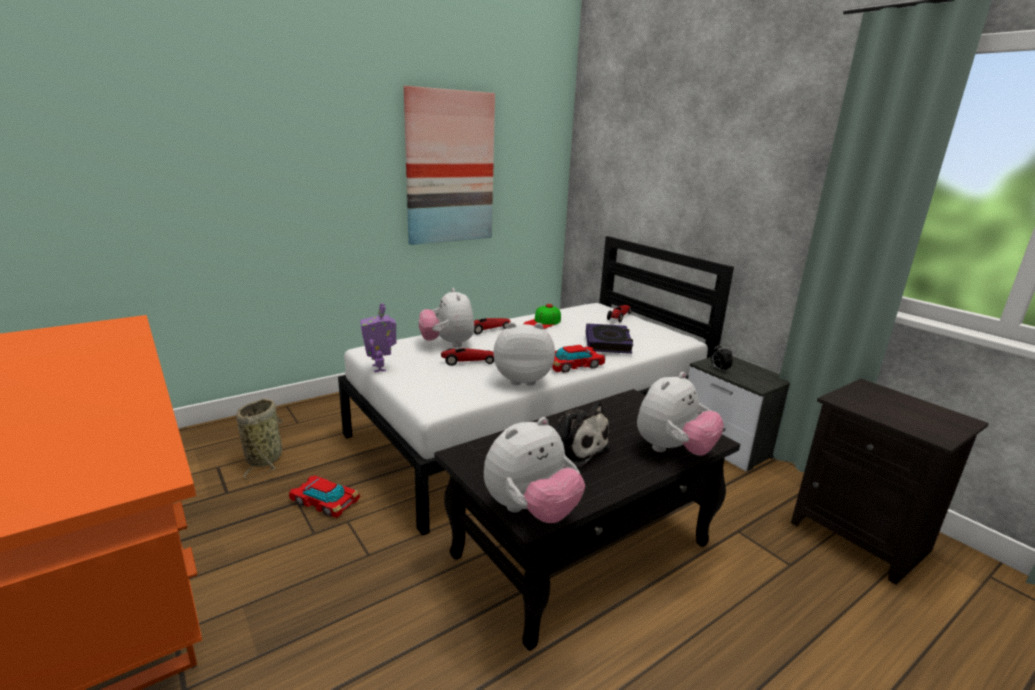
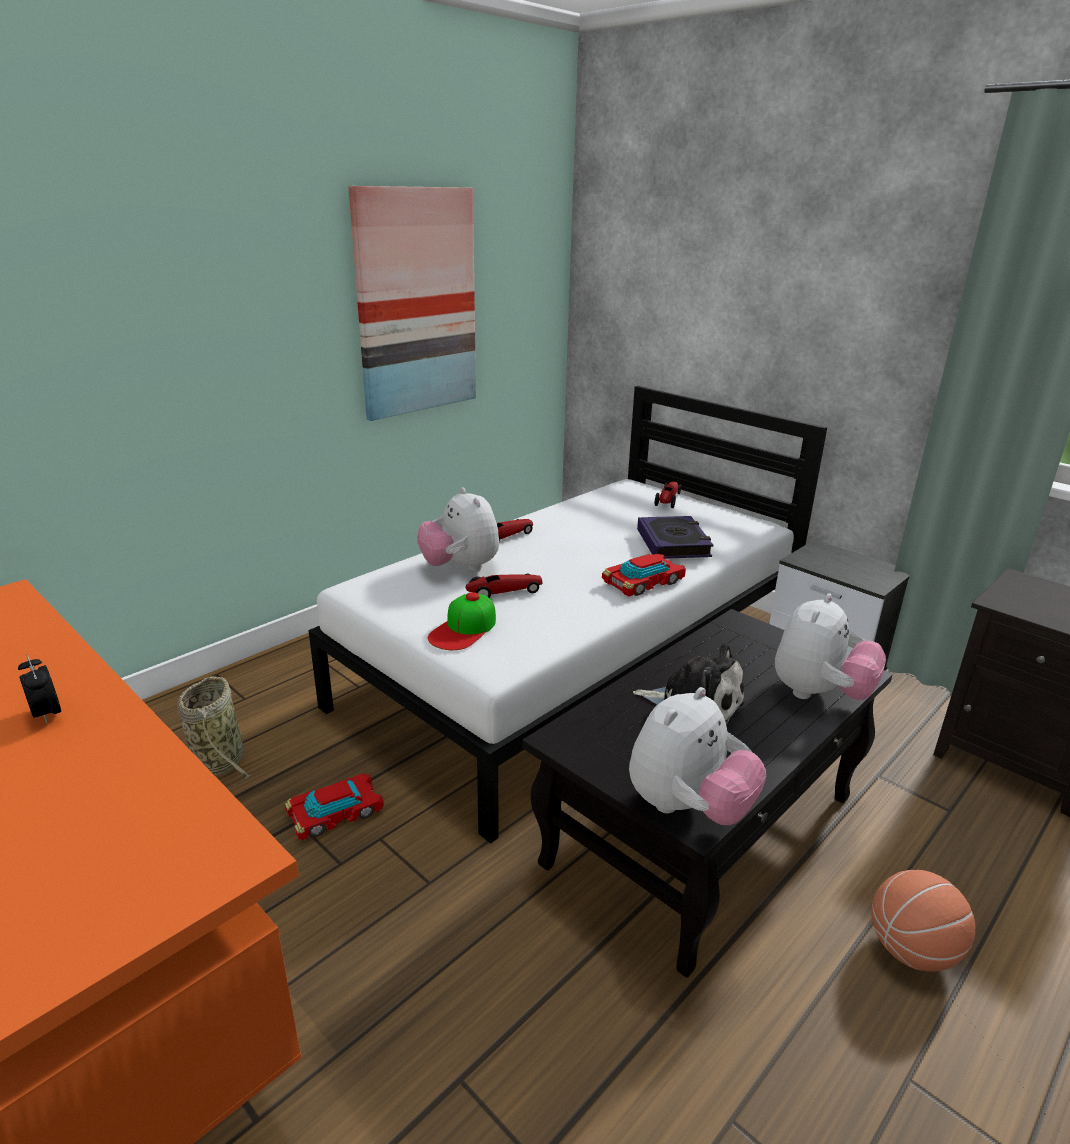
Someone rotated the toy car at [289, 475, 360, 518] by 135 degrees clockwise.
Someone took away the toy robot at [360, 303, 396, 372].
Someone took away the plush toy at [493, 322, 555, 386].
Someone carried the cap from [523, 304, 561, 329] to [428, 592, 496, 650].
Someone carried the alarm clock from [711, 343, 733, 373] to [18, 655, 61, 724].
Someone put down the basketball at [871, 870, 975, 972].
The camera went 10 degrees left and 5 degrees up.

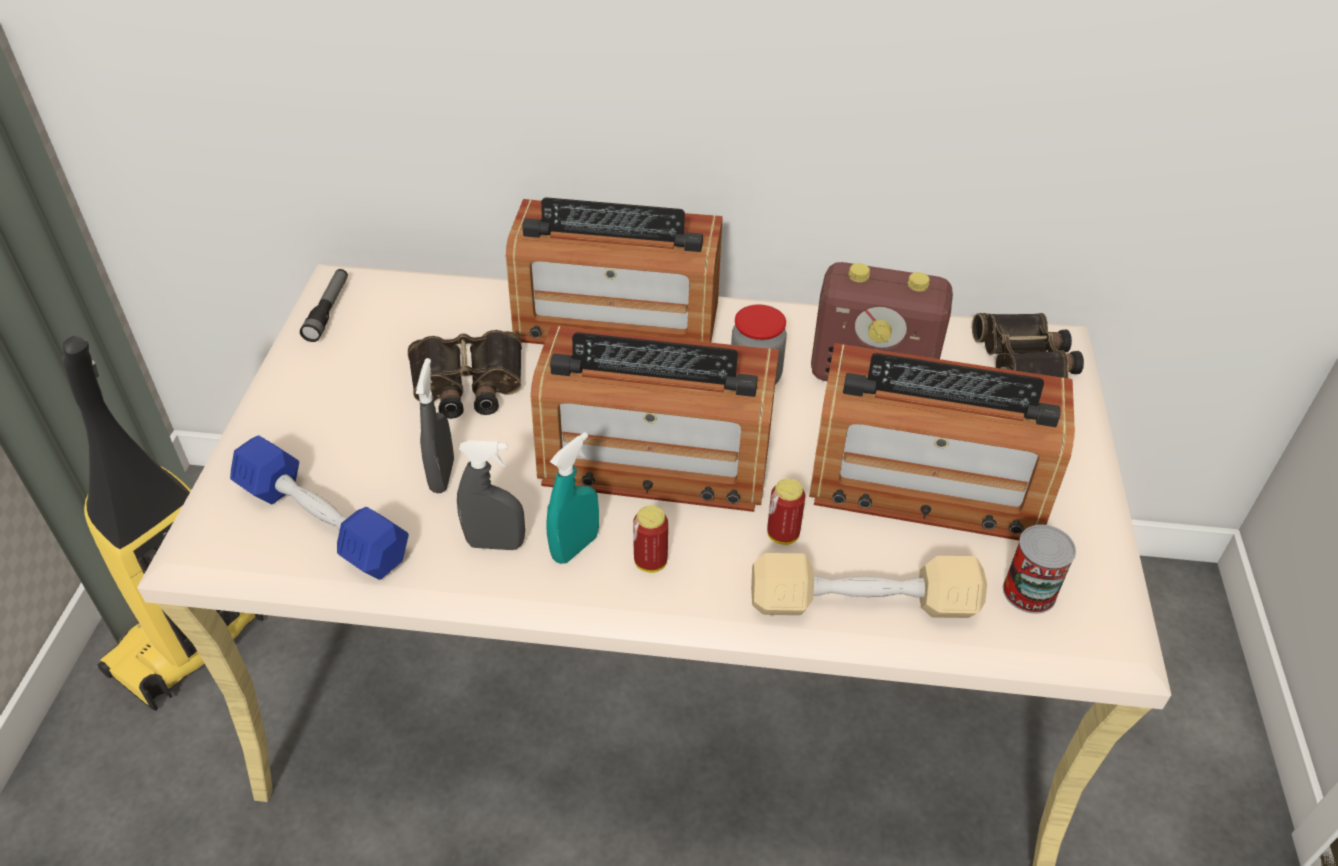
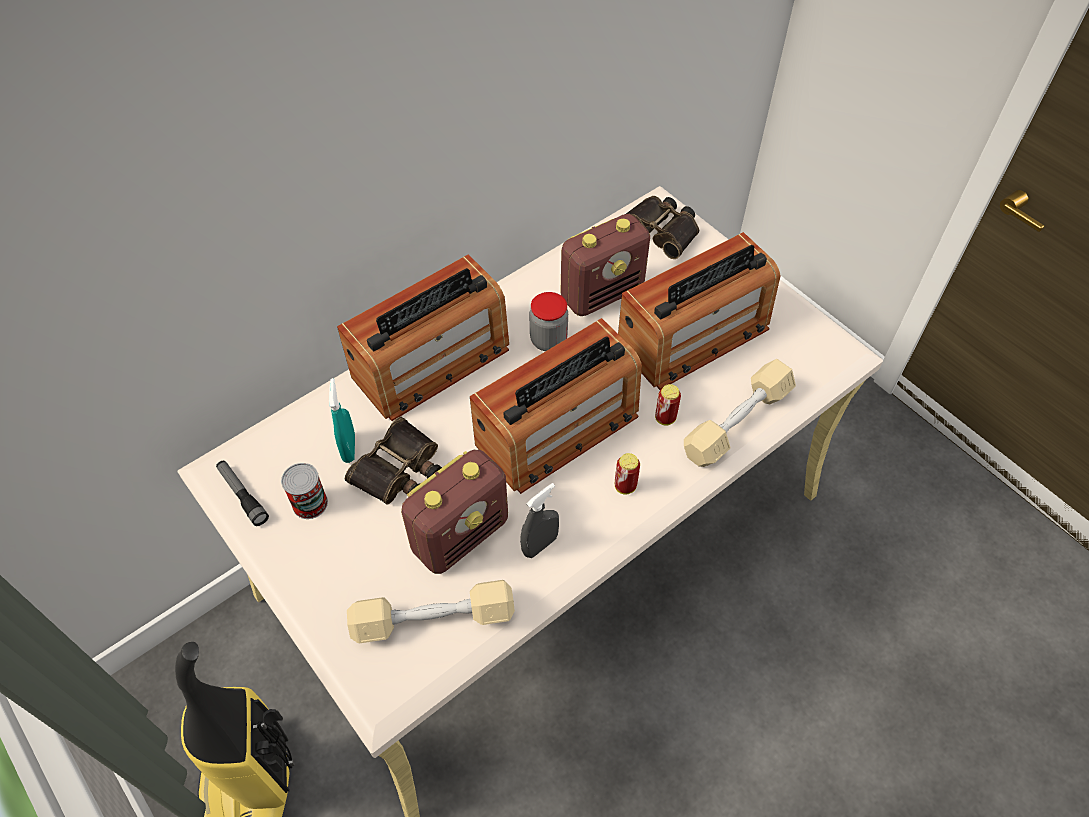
Someone repainted the blue dumbbell at [230, 435, 409, 580], which became the beige dumbbell at [347, 580, 515, 643].
Someone swapped the grey spray bottle at [416, 358, 454, 493] for the radio at [401, 450, 508, 574].
Someone carried the turquoise spray bottle from [546, 432, 599, 564] to [329, 378, 355, 463].
Someone carried the can from [1003, 525, 1076, 614] to [281, 463, 328, 519].
The camera went 45 degrees left and 10 degrees up.

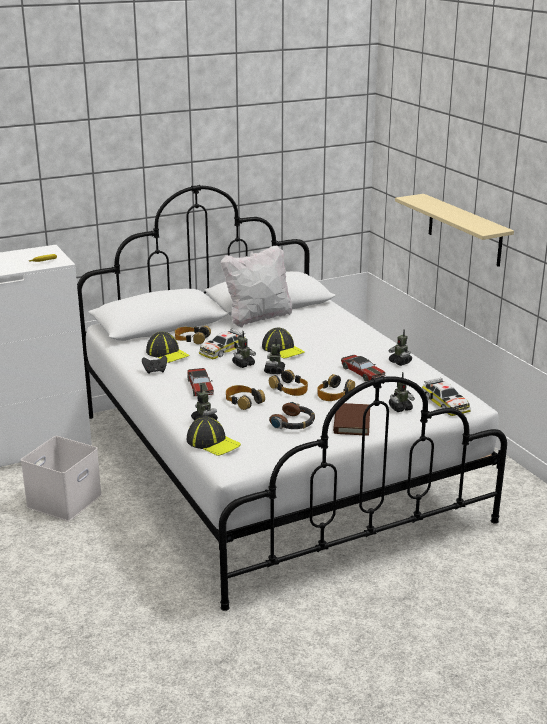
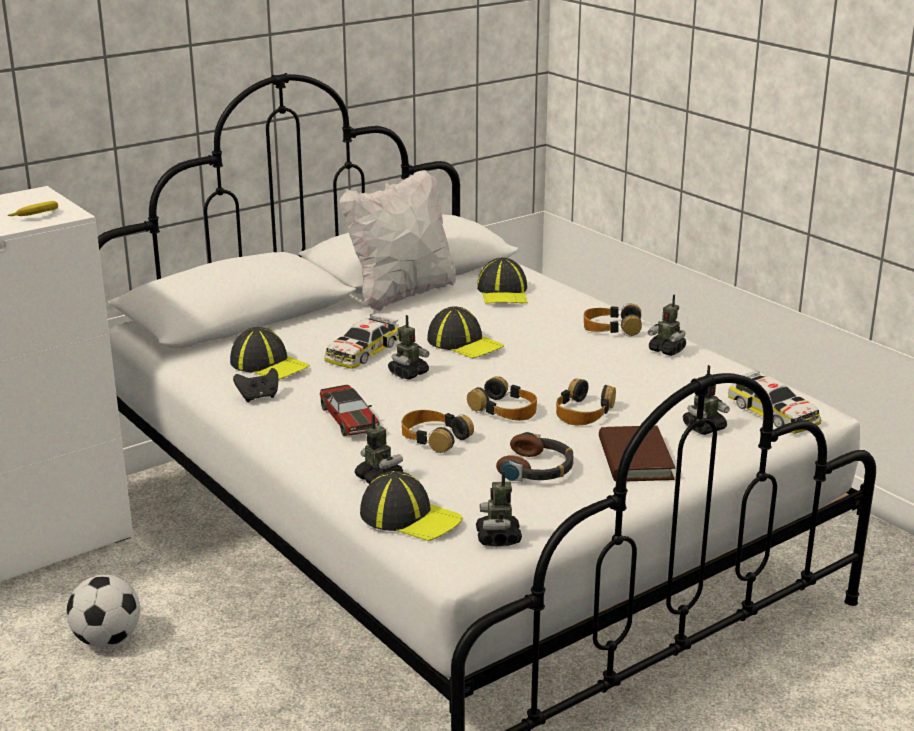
Someone swapped the white storage box at [21, 436, 102, 521] for the football at [66, 575, 140, 647].
Someone carried the headphones from [175, 325, 211, 345] to [584, 303, 642, 336].
Someone carried the toy robot from [264, 339, 285, 374] to [476, 471, 522, 546].
Someone took away the toy car at [341, 355, 385, 381].
Someone took away the beige shelf at [395, 194, 514, 267].
Someone put down the cap at [477, 258, 528, 304].
The camera went 10 degrees left and 0 degrees up.

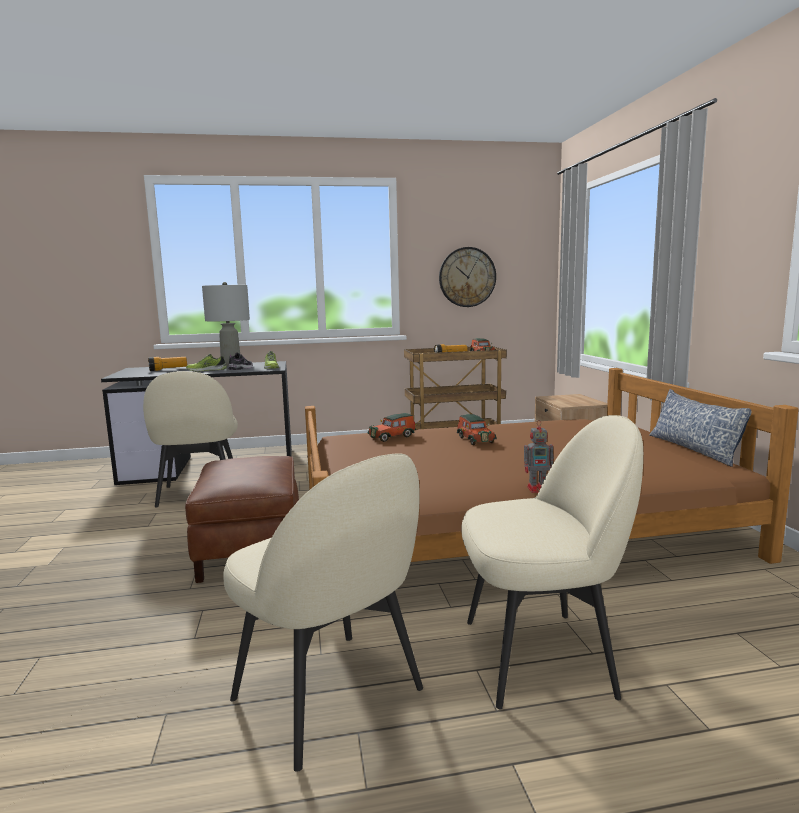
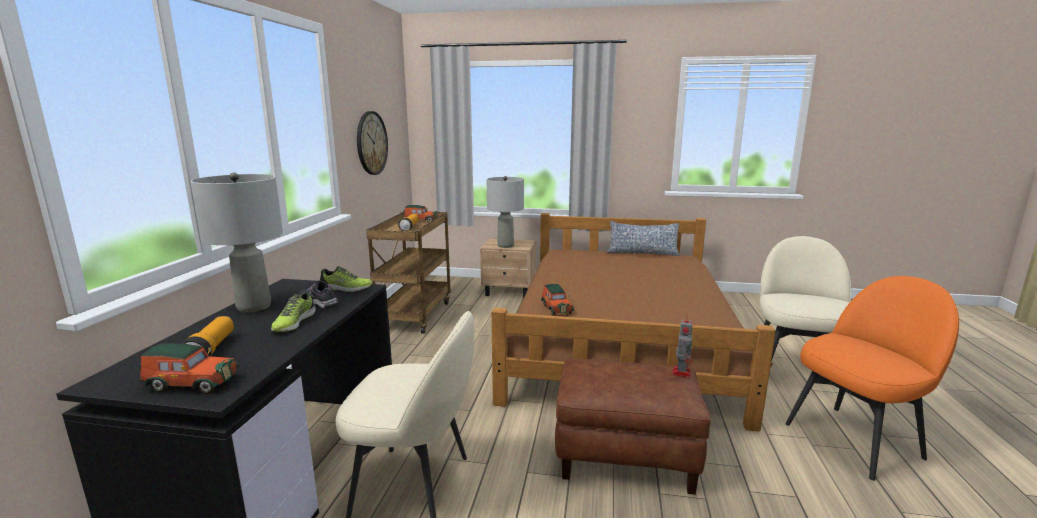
Someone repainted the beige chair at [223, 453, 423, 772], which became the orange chair at [785, 276, 959, 481].
Someone carried the toy car from [457, 414, 497, 445] to [139, 343, 240, 394].
Someone carried the toy robot from [524, 420, 554, 493] to [672, 314, 693, 378].
Someone put down the grey table lamp at [487, 176, 524, 248].
The camera went 70 degrees left and 5 degrees up.

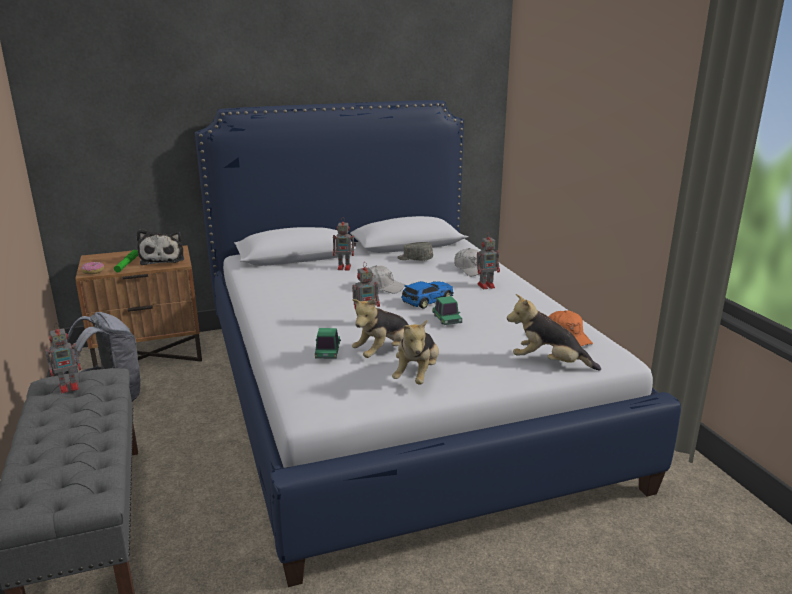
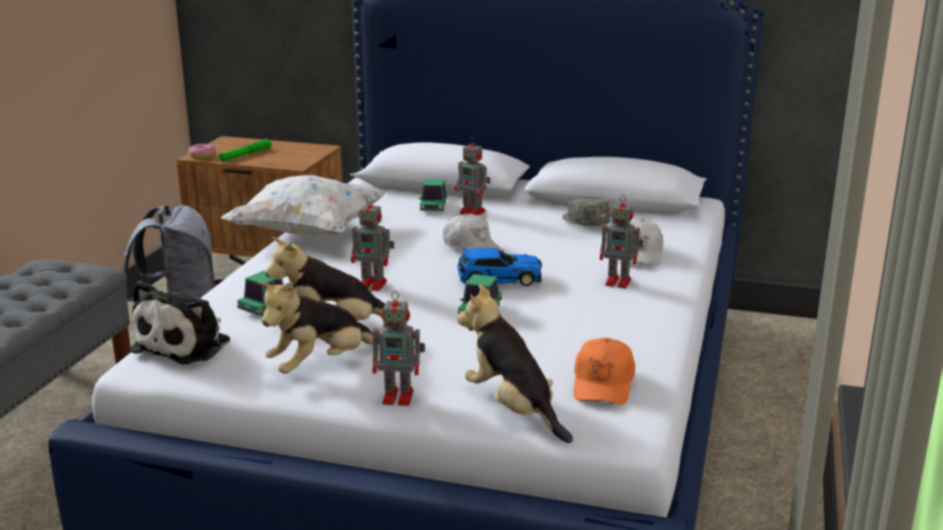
Someone carried the toy robot from [45, 323, 81, 393] to [372, 291, 425, 406].
Someone carried the plush toy from [137, 230, 184, 265] to [131, 281, 230, 364].
Someone put down the white pillow at [221, 175, 387, 236].
Someone put down the toy car at [419, 179, 447, 211].
The camera went 35 degrees right and 0 degrees up.

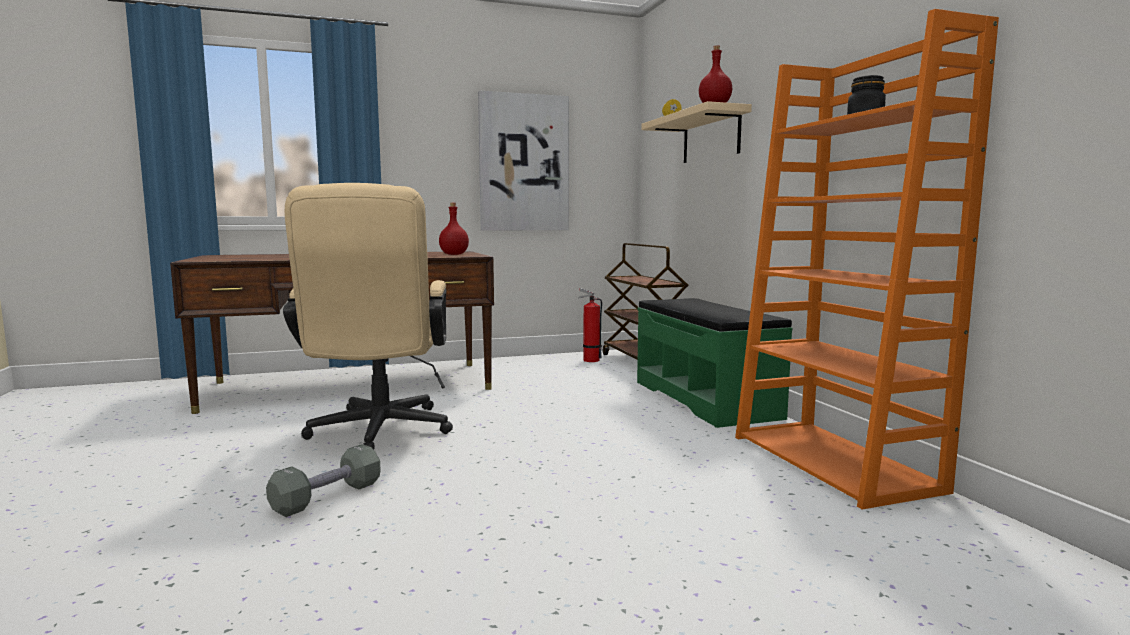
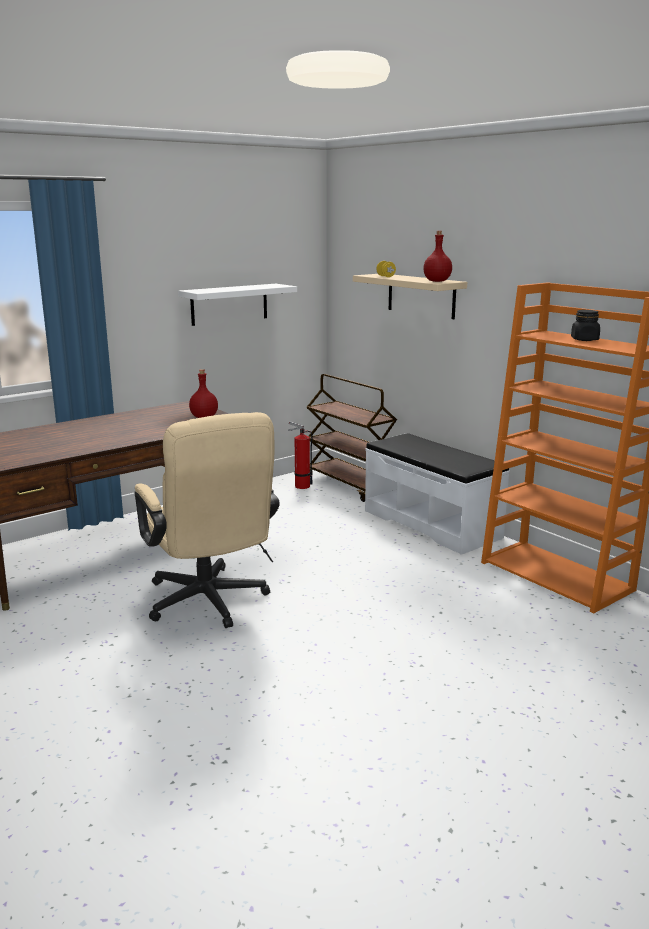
Someone took away the grey dumbbell at [266, 444, 380, 517].
Someone swapped the picture at [478, 91, 569, 231] for the white shelf at [178, 284, 297, 326].
Someone repainted the green bench at [637, 298, 792, 428], which became the white bench at [365, 433, 510, 555].
The camera went 20 degrees left and 10 degrees up.

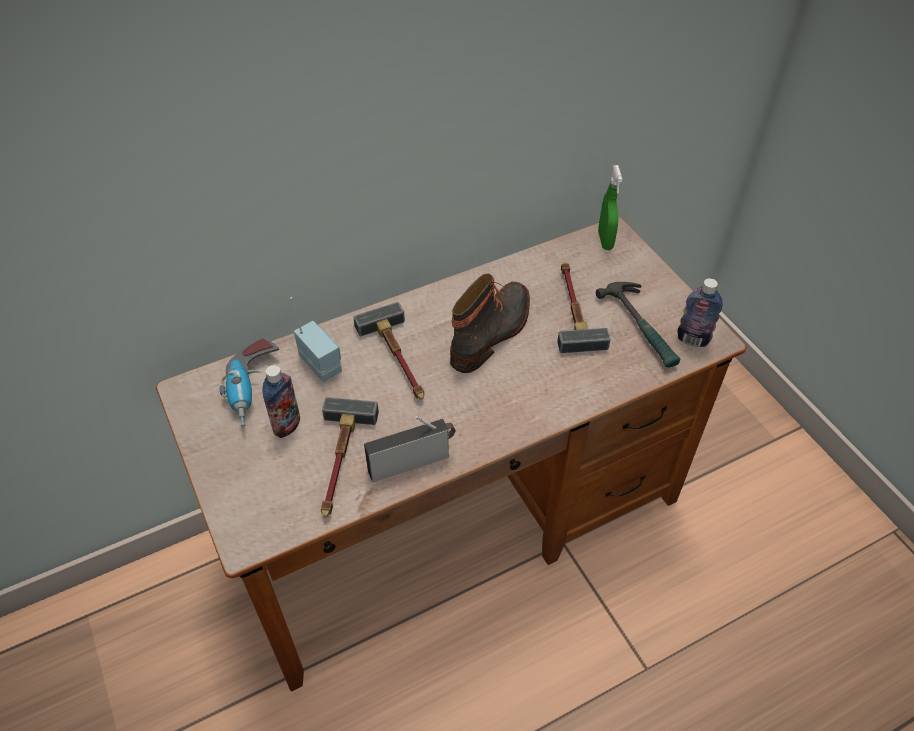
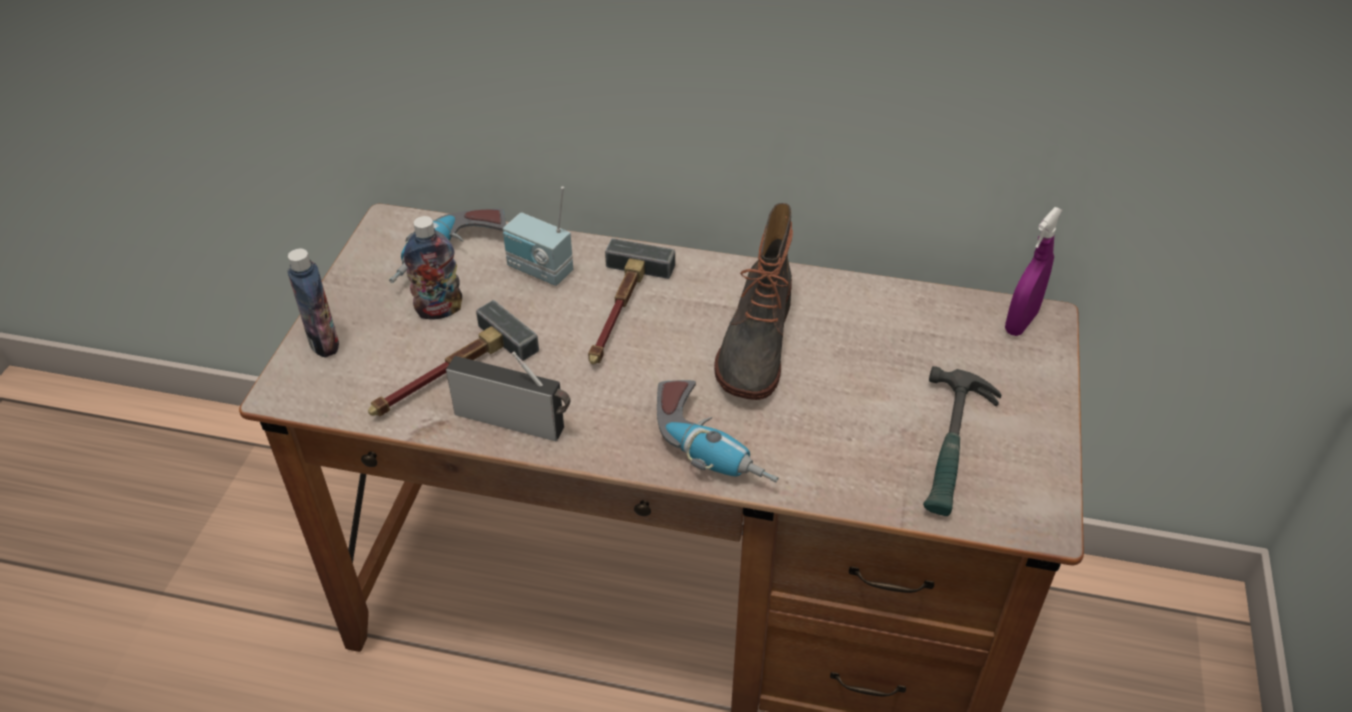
Someone rotated the radio at [290, 297, 342, 382] by 120 degrees clockwise.
Someone rotated the boot at [450, 274, 530, 373] by 120 degrees clockwise.
Someone took away the hammer at [557, 262, 611, 353].
Someone repainted the green spray bottle at [598, 165, 622, 250], which became the purple spray bottle at [1005, 207, 1062, 336].
Someone carried the bottle from [677, 278, 723, 347] to [288, 249, 339, 358].
Someone put down the power drill at [657, 380, 778, 483].
The camera went 40 degrees right and 5 degrees down.

